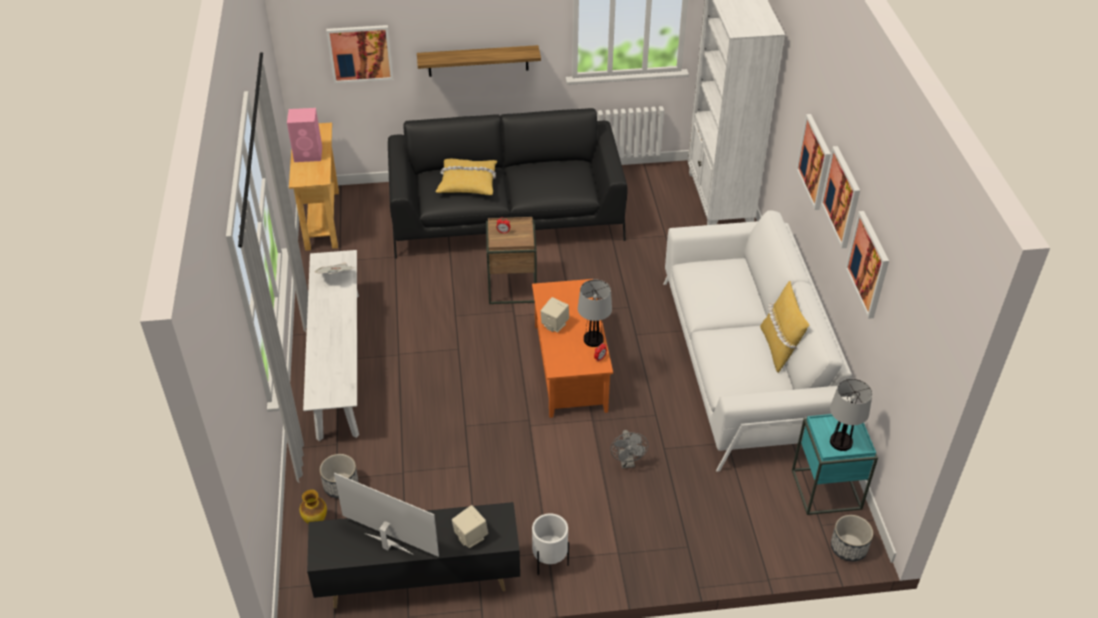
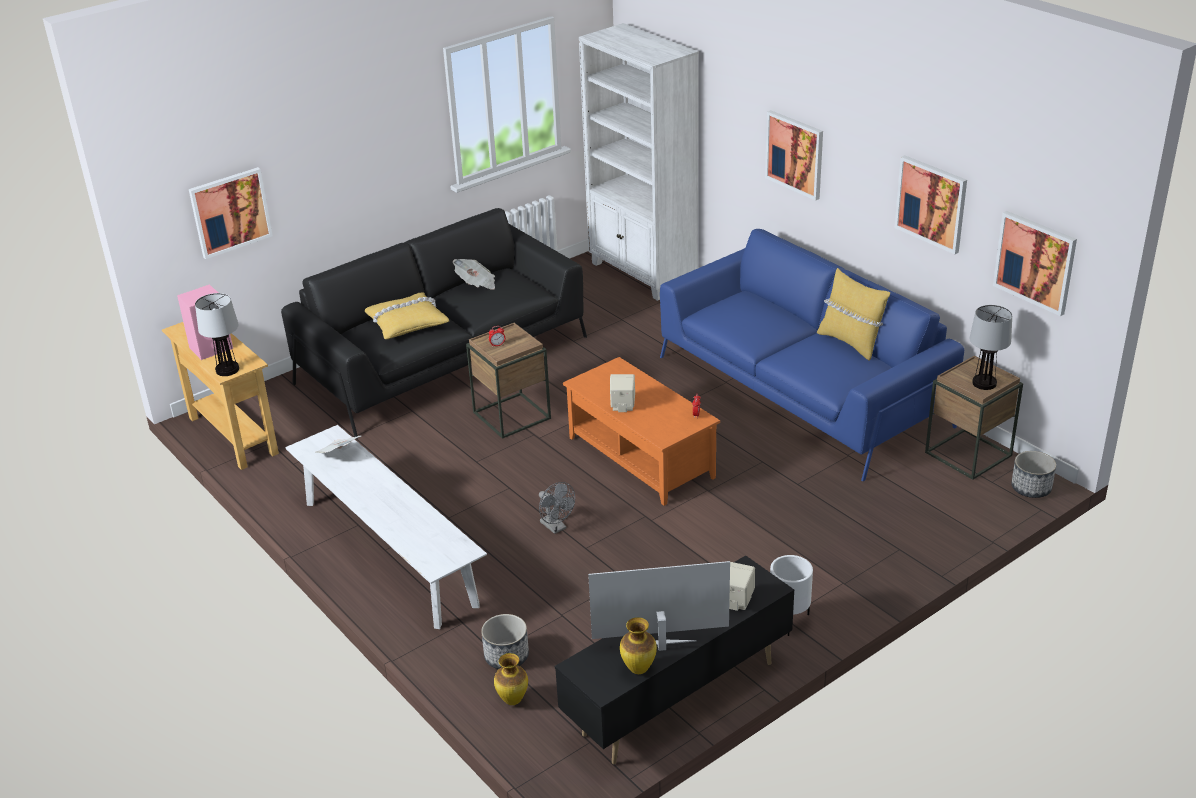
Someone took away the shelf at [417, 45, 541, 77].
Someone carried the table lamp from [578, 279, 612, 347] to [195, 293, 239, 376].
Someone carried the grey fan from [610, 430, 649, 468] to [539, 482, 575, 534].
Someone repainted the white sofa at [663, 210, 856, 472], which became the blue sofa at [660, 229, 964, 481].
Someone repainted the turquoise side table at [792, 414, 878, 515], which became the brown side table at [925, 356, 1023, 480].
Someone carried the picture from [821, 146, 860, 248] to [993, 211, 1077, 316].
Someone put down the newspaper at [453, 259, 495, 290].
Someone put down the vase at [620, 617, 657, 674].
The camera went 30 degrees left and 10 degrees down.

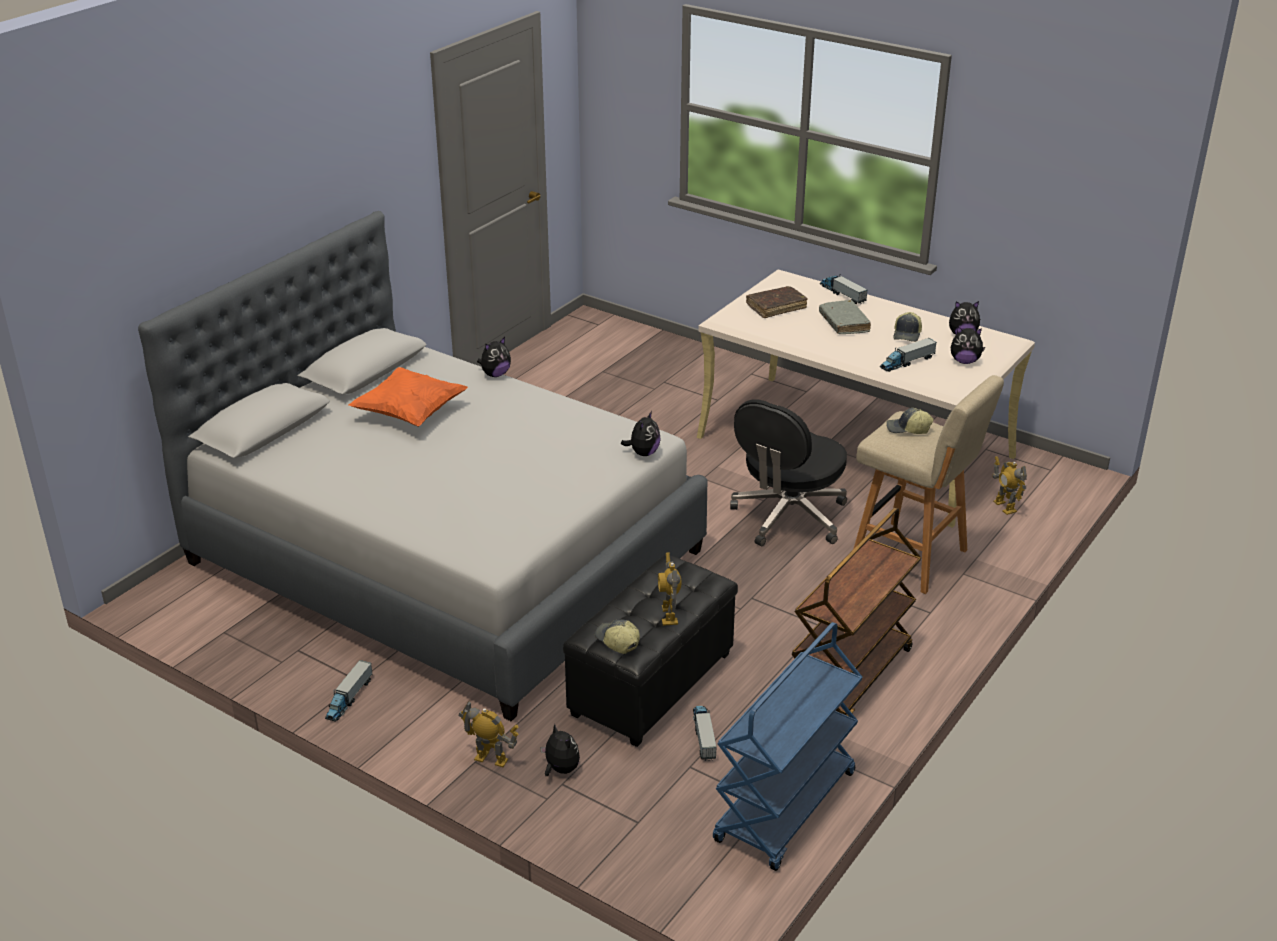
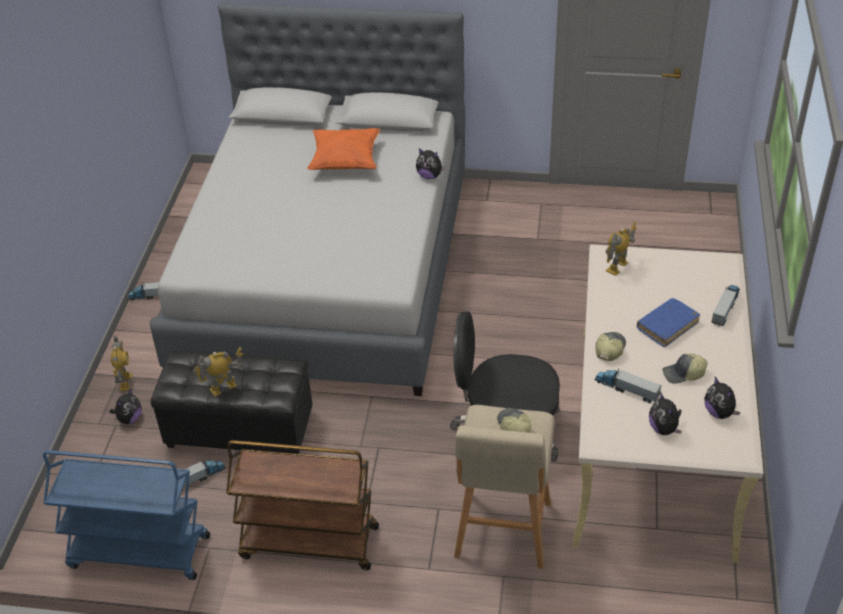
Someone carried the cap from [595, 619, 640, 654] to [595, 332, 626, 361].
Someone took away the plush toy at [621, 411, 661, 456].
Someone took away the brown book at [746, 286, 808, 318].
Someone repainted the grey book at [819, 300, 871, 334], which became the blue book at [637, 298, 700, 347].
Someone carried the toy robot from [992, 456, 1027, 515] to [605, 222, 637, 276].
The camera went 65 degrees right and 10 degrees up.

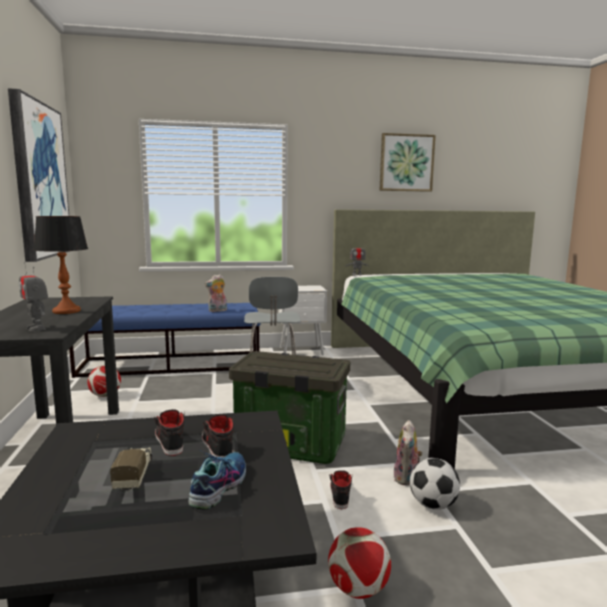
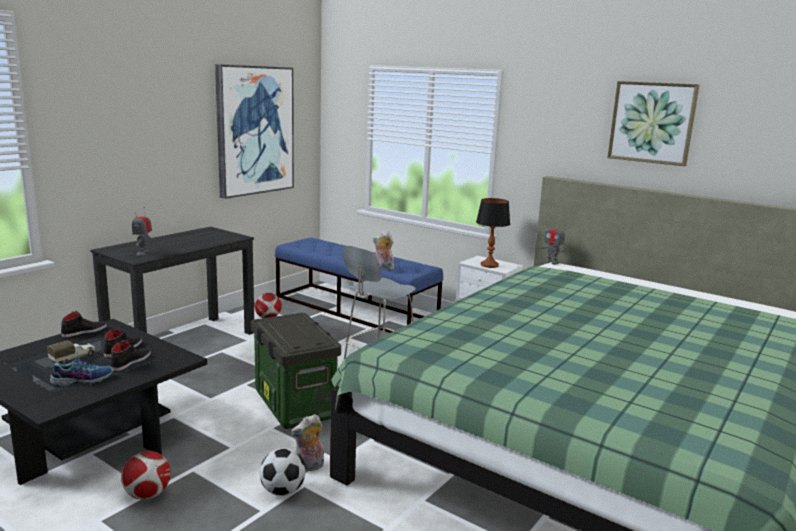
Someone carried the table lamp from [34, 216, 88, 314] to [476, 198, 510, 268].
Someone carried the black shoe from [329, 470, 353, 509] to [61, 311, 107, 338].
The camera went 45 degrees right and 5 degrees up.

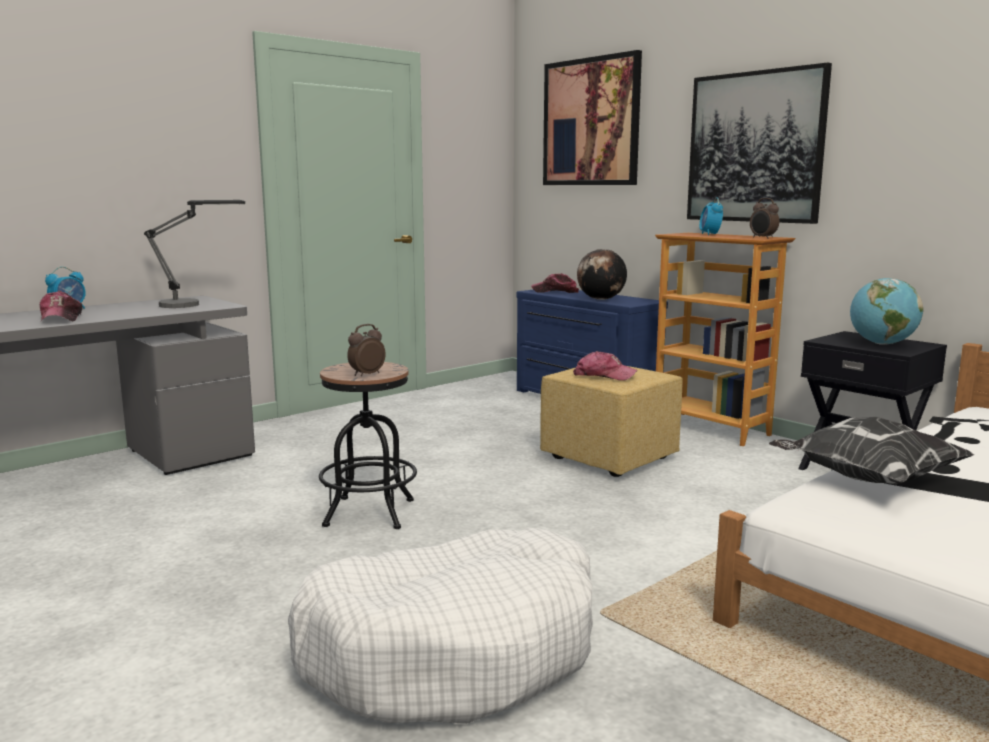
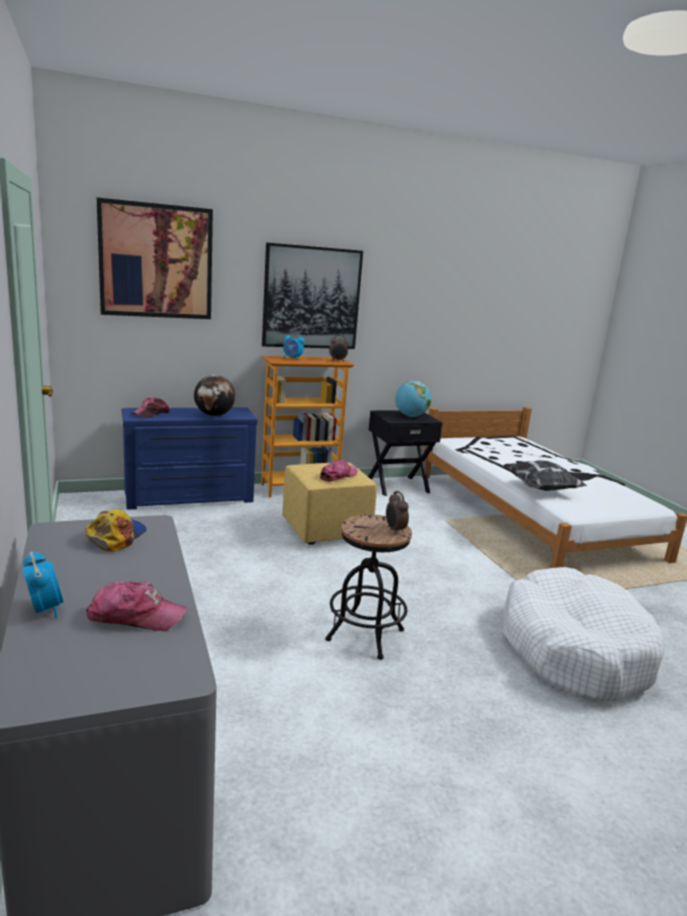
Someone swapped the table lamp at [144, 200, 245, 308] for the cap at [85, 509, 147, 552].
The camera went 70 degrees left and 5 degrees up.

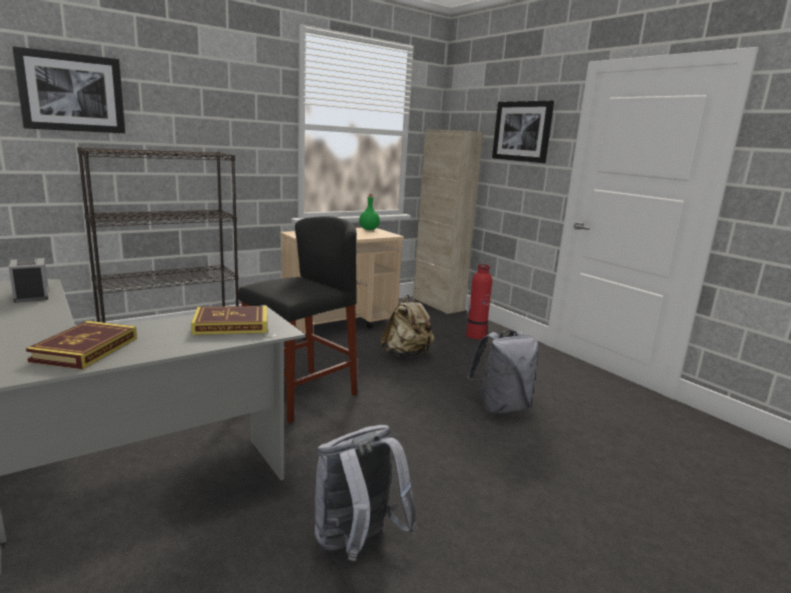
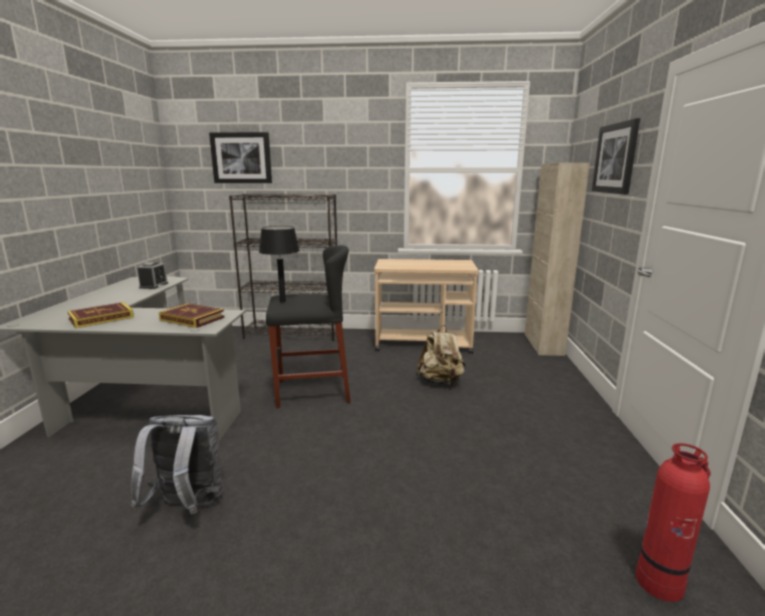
Someone took away the green bottle at [359, 194, 380, 230].
Someone carried the fire extinguisher from [466, 264, 492, 339] to [636, 443, 711, 602].
Someone took away the grey backpack at [468, 330, 538, 414].
Someone put down the black table lamp at [259, 226, 300, 303].
The camera went 40 degrees right and 0 degrees up.

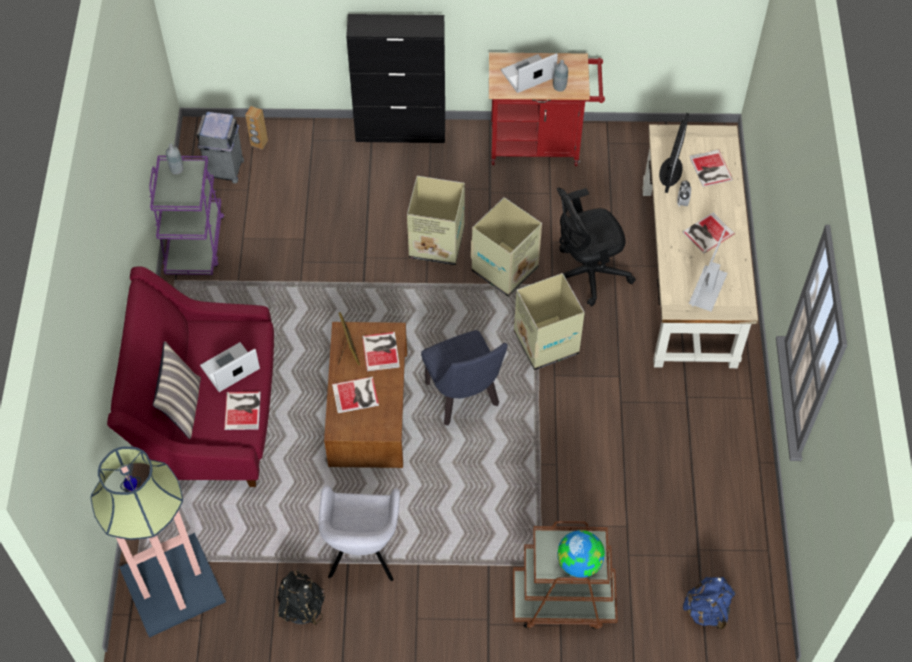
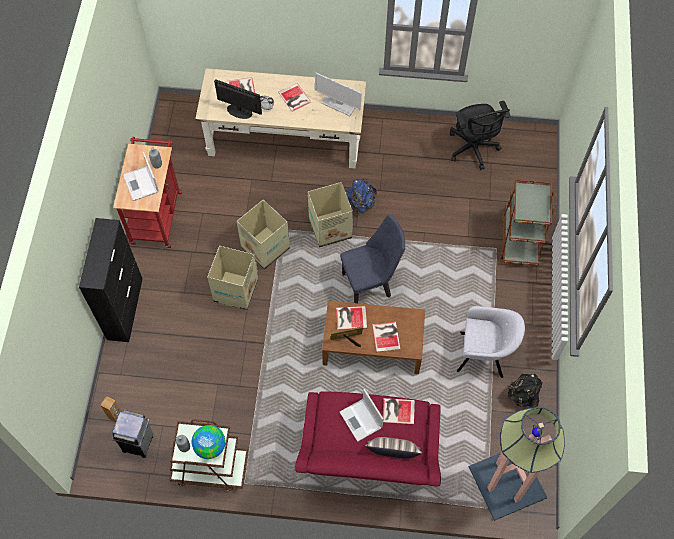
Someone repainted the purple cart at [149, 156, 224, 275], which became the brown cart at [169, 419, 248, 491].
Someone carried the black office chair from [557, 188, 636, 307] to [450, 101, 511, 170].
Someone carried the globe from [557, 530, 605, 577] to [192, 425, 226, 459].
Someone carried the blue backpack from [683, 577, 736, 629] to [346, 179, 377, 213].
The camera went 85 degrees left and 5 degrees up.

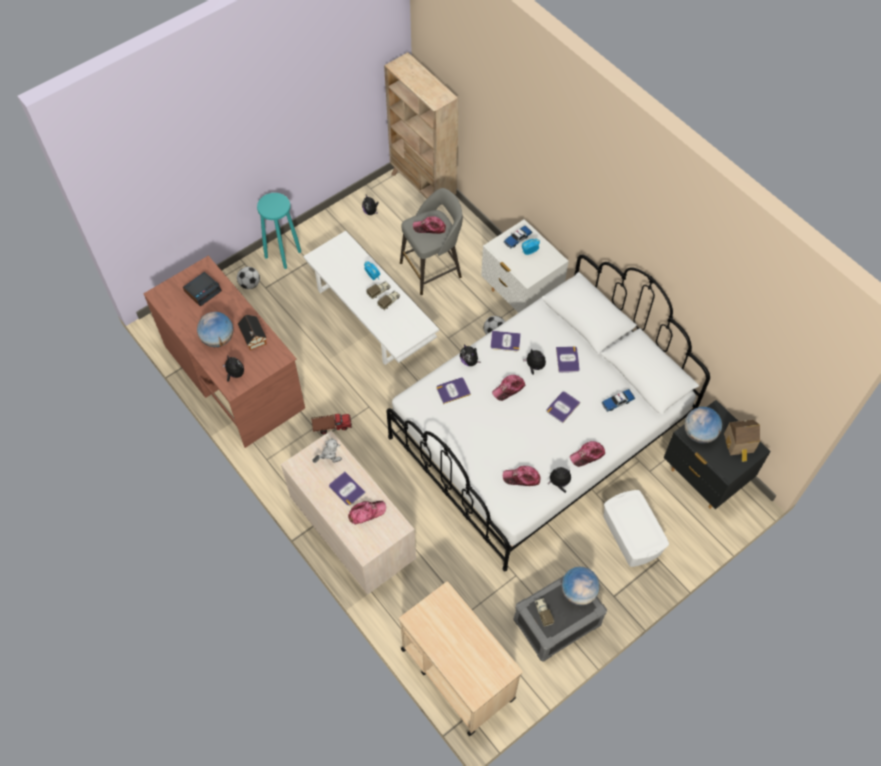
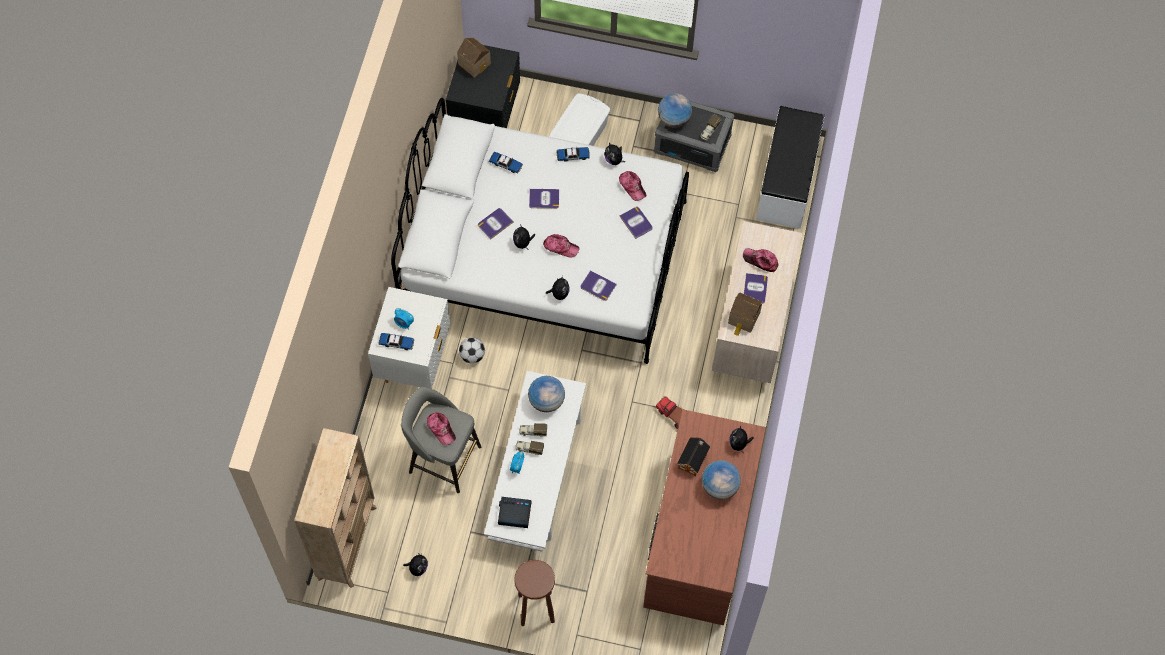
Someone carried the alarm clock from [183, 271, 222, 307] to [498, 497, 532, 528].
Someone took away the football at [237, 267, 260, 289].
Someone repainted the turquoise stool at [257, 193, 301, 269], which became the brown stool at [514, 560, 555, 626].
Someone swapped the toy robot at [312, 438, 342, 463] for the toy house at [728, 293, 763, 336].
Someone swapped the beige cart at [399, 581, 523, 736] for the white bench at [756, 106, 824, 229].
Someone carried the book from [490, 331, 521, 351] to [619, 207, 653, 239].
Someone swapped the cap at [570, 441, 605, 467] for the toy car at [556, 146, 590, 162].
Someone carried the globe from [684, 407, 722, 444] to [528, 376, 565, 412].
The camera went 130 degrees left and 5 degrees up.

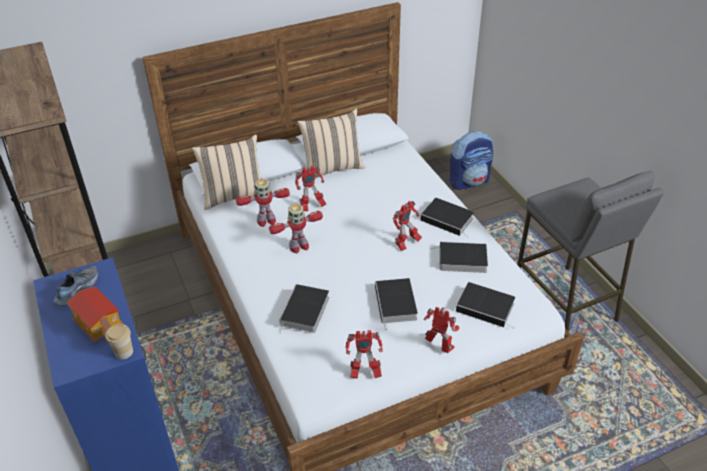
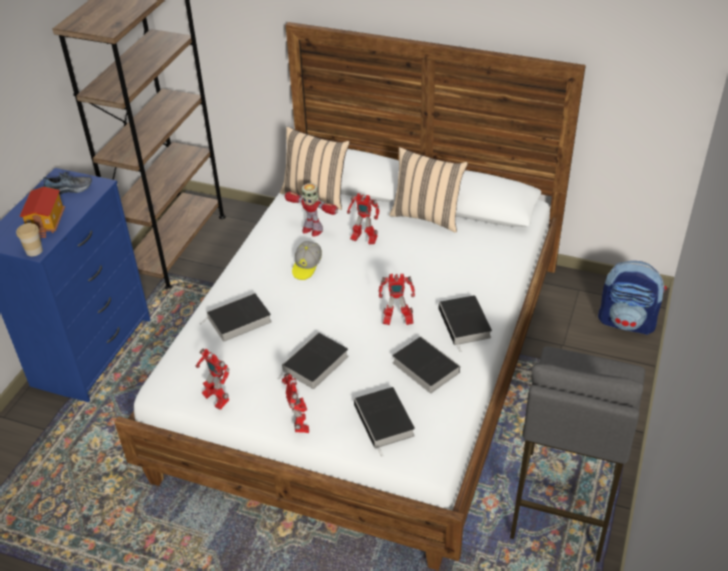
Someone swapped the toy robot at [269, 204, 323, 253] for the cap at [292, 241, 322, 280].
The camera went 45 degrees right and 0 degrees up.

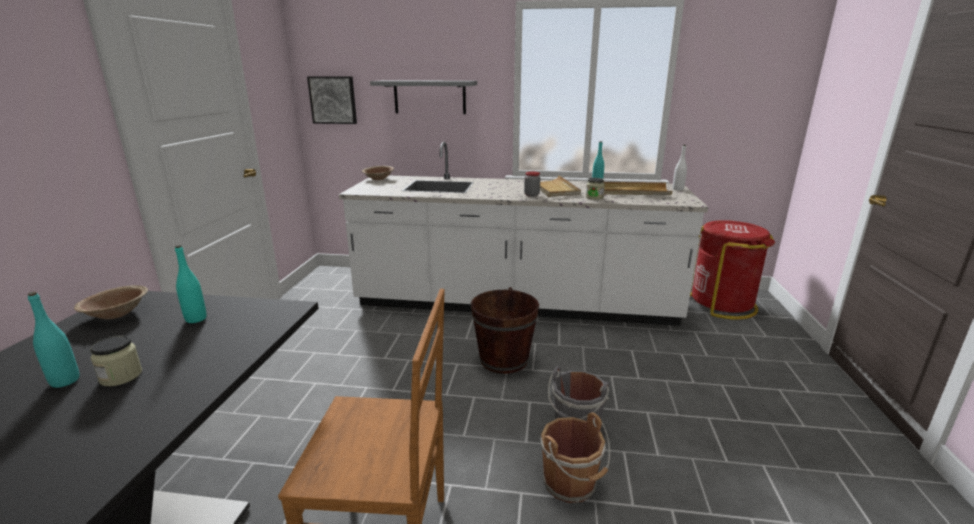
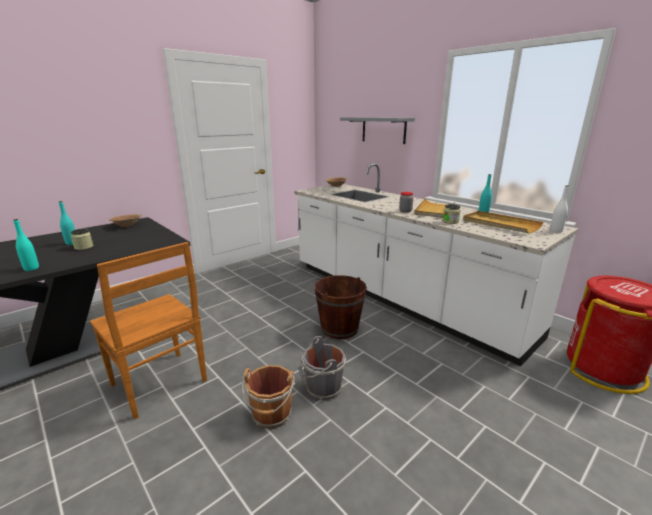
Someone carried the turquoise bottle from [175, 245, 207, 323] to [14, 219, 39, 271].
Someone took away the picture at [307, 76, 357, 124].
The camera went 40 degrees right and 0 degrees up.

